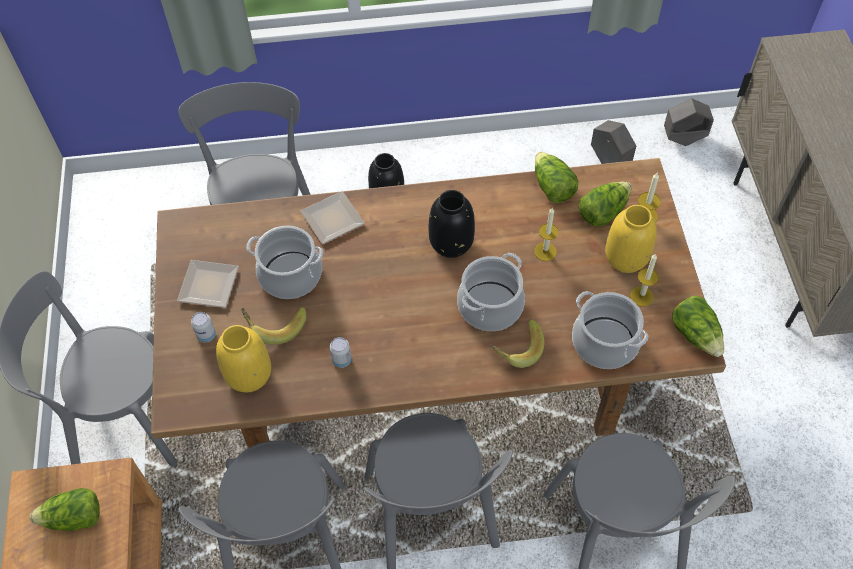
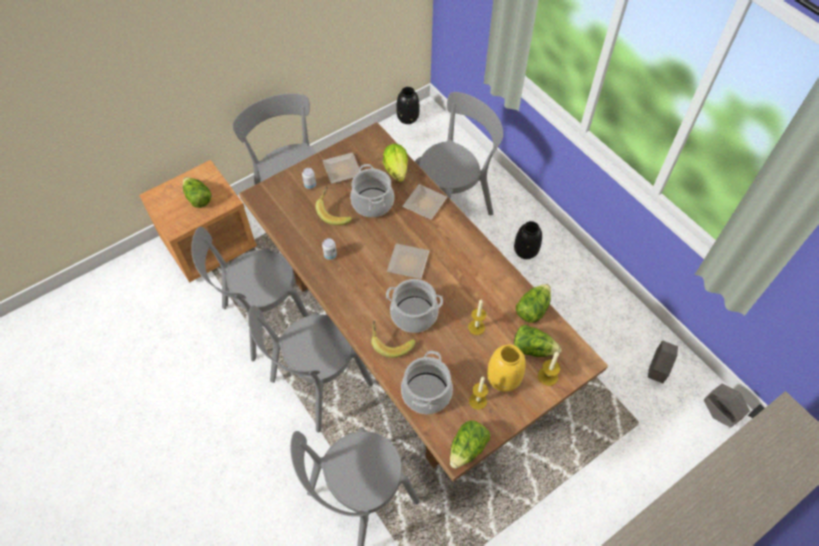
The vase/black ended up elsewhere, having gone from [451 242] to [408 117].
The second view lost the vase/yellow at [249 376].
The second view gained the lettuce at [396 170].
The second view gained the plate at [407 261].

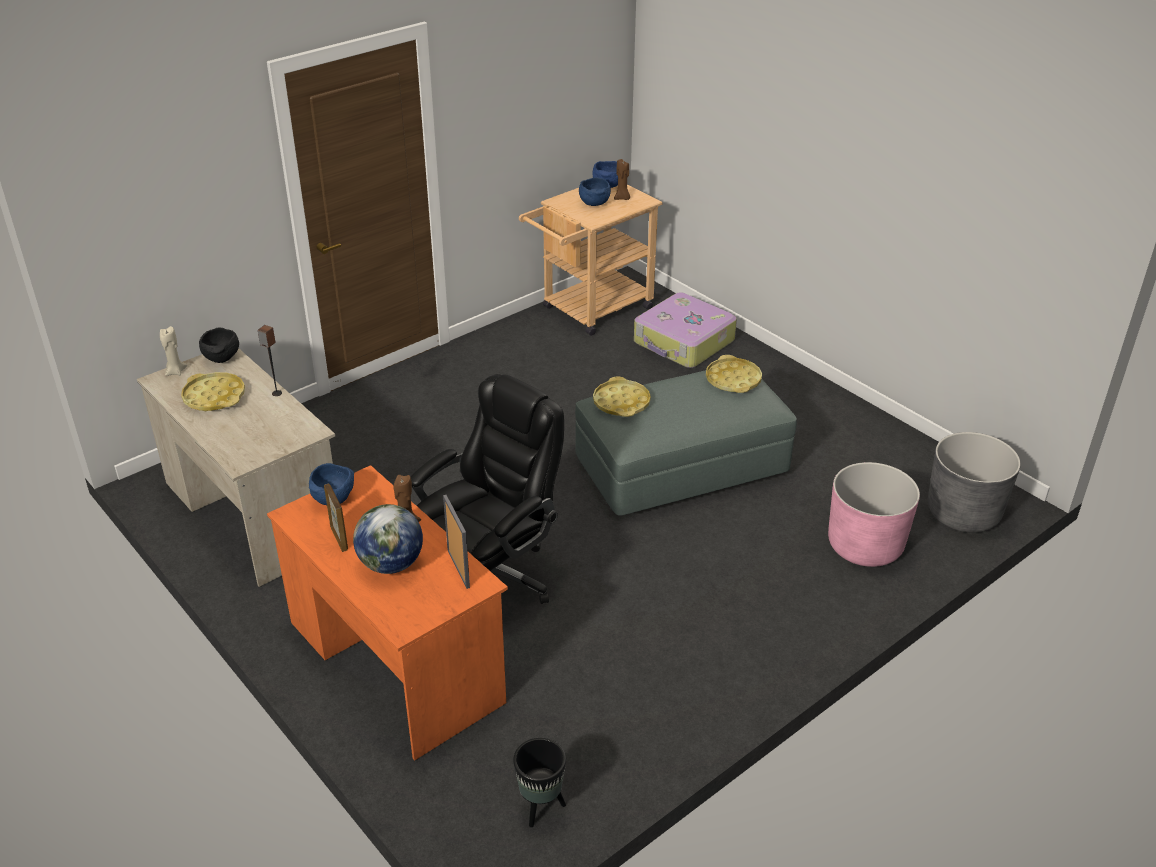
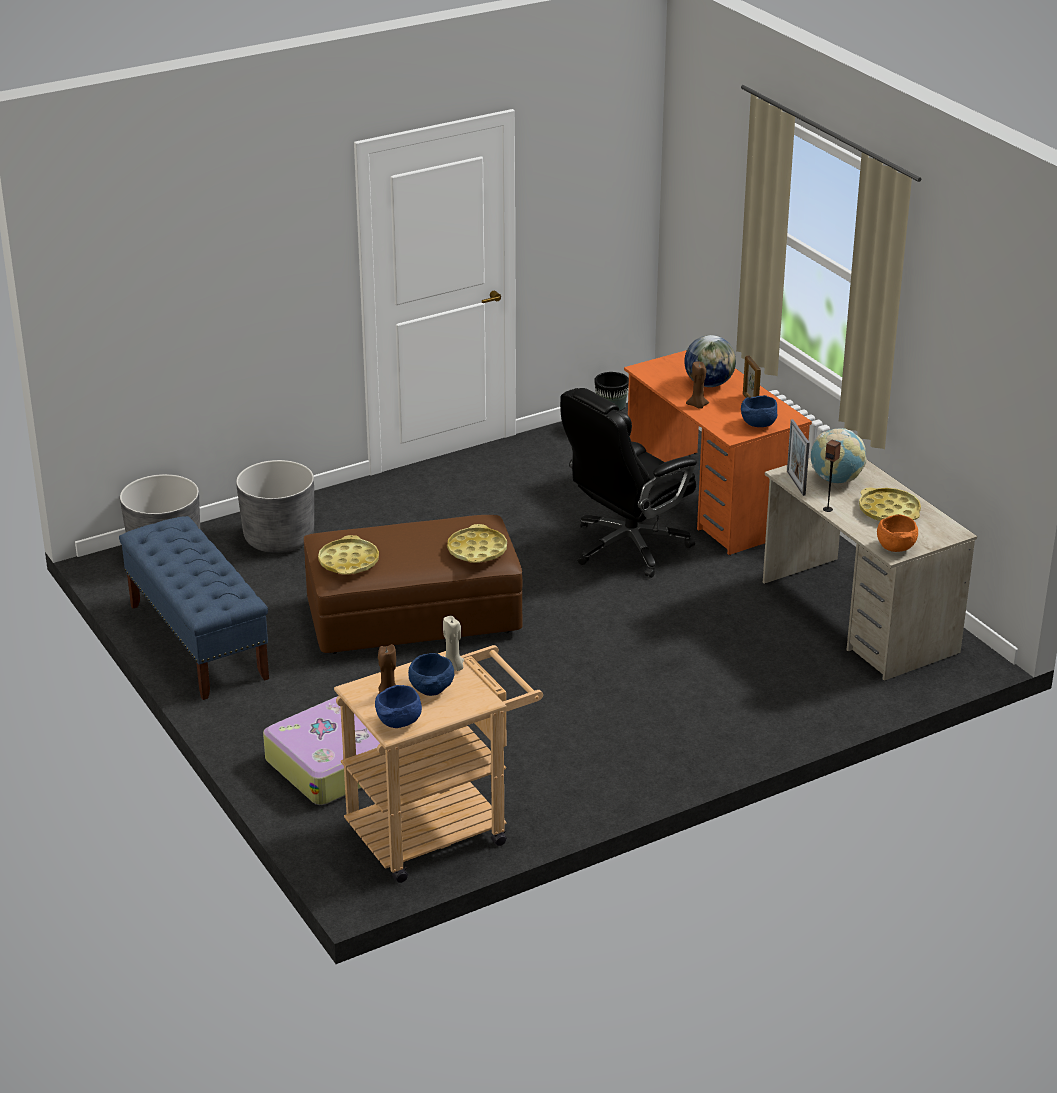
The candle/beige ended up elsewhere, having gone from [175 372] to [453 667].
What was the bowl/black at [222 359] turned into the bowl/orange at [895 547].
What was the ottoman/grey at [681 467] turned into the ottoman/brown at [413 617].
What was the planter/pink at [865 545] turned into the planter/grey at [279 538].
The picture frame ended up elsewhere, having gone from [458 568] to [796 483].
The second view gained the globe at [835 479].
The second view gained the bench/blue at [197 641].

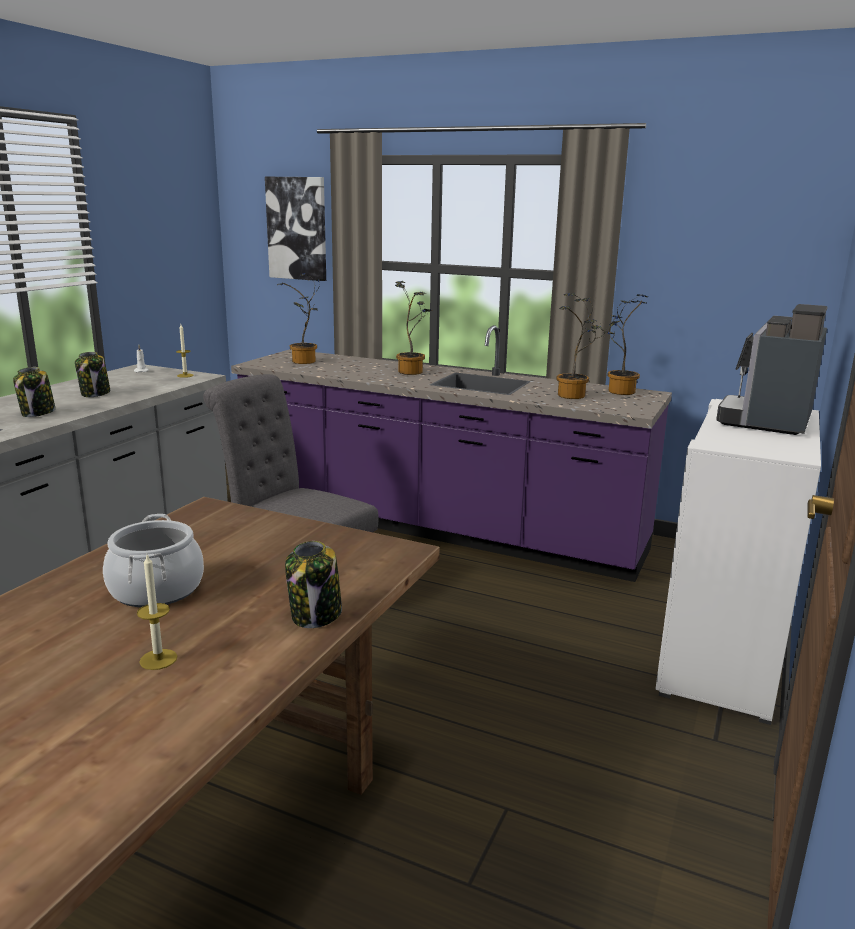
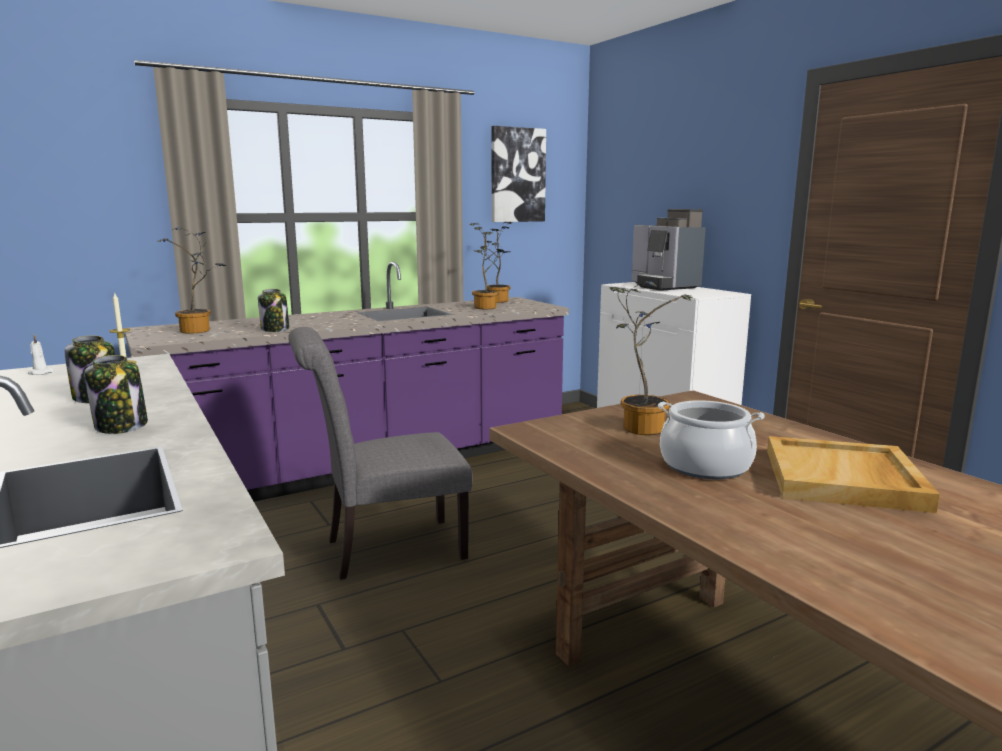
The picture ended up elsewhere, having gone from [297 228] to [517 175].
The potted plant ended up elsewhere, having gone from [413 371] to [641 426].
The jar ended up elsewhere, having gone from [316 615] to [275 329].
Where the candle stood at [158 659], the tray/beige came to stand at [844 479].

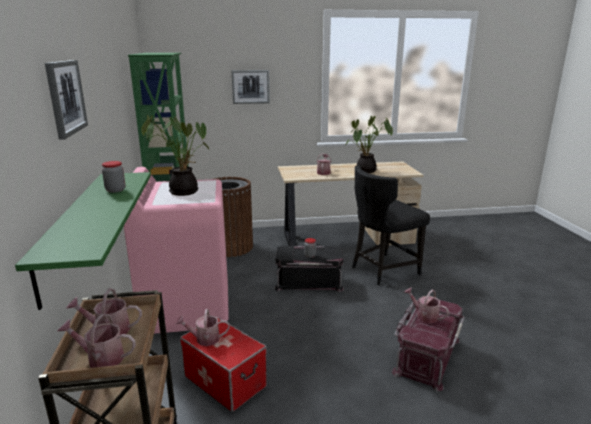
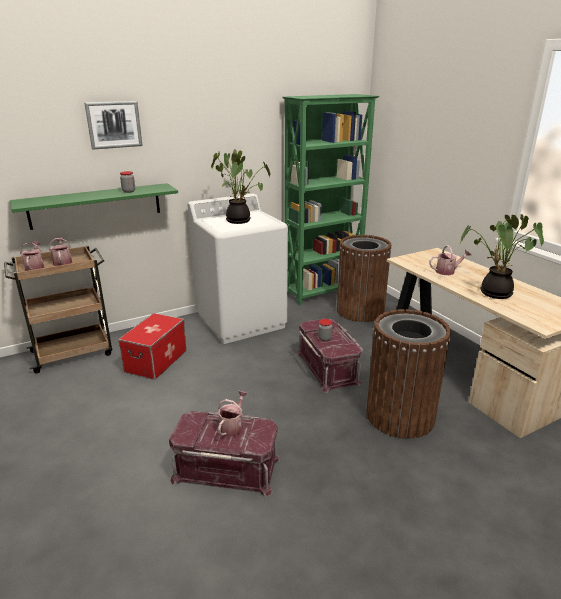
The second view lost the picture at [250 86].
Where the chair/black stood at [382 270], the trash can/brown came to stand at [400 415].
What was the washing machine/pink at [187 307] turned into the washing machine/white at [241 320].
What was the storage box/black at [309 281] turned into the storage box/red at [328 368].
The second view lost the watering can at [204 339].

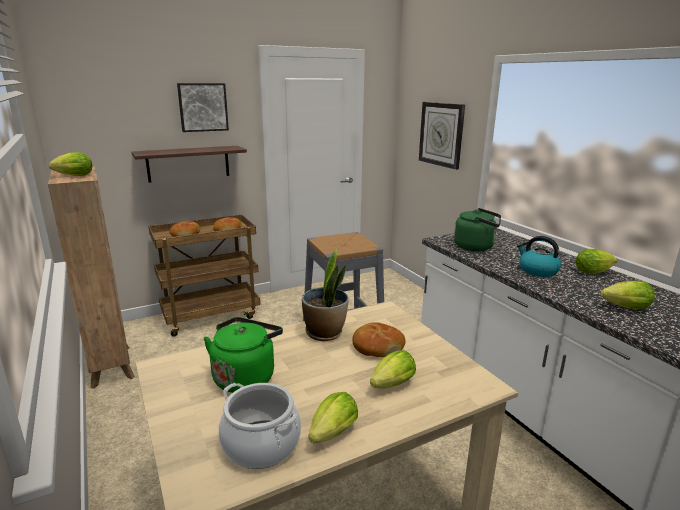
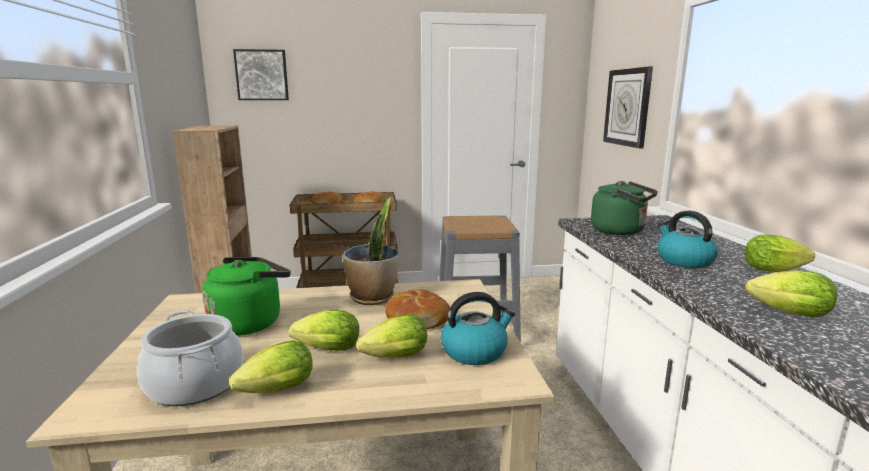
The picture ended up elsewhere, having gone from [203 107] to [262 75].
The second view lost the shelf at [188 163].
The lettuce ended up elsewhere, having gone from [72 176] to [325 350].
The second view gained the kettle at [475 351].

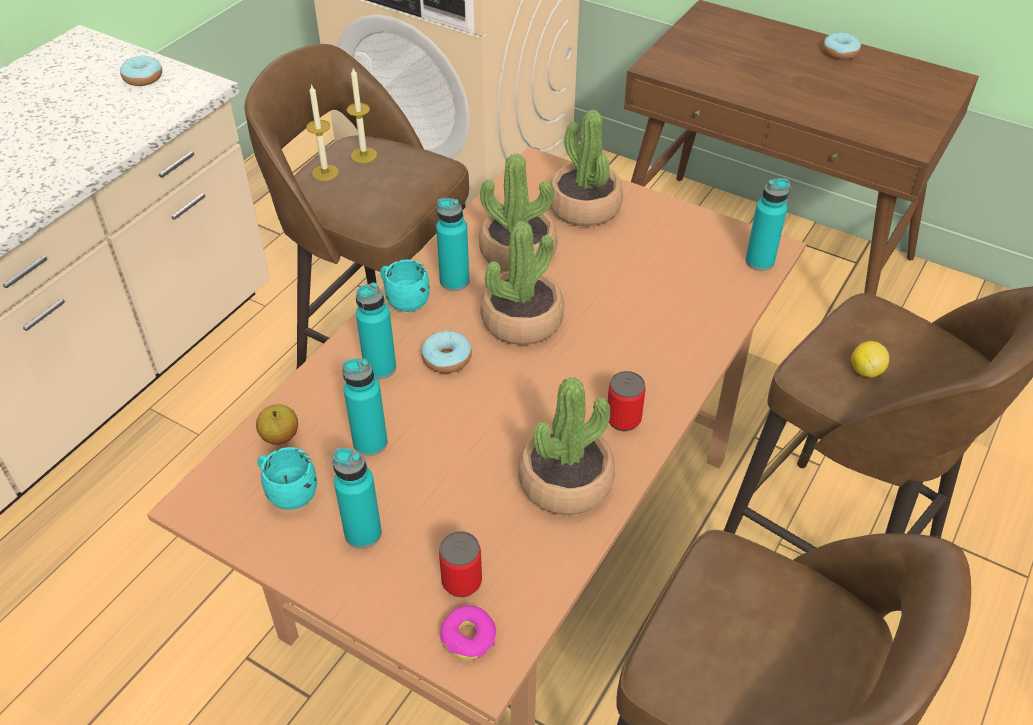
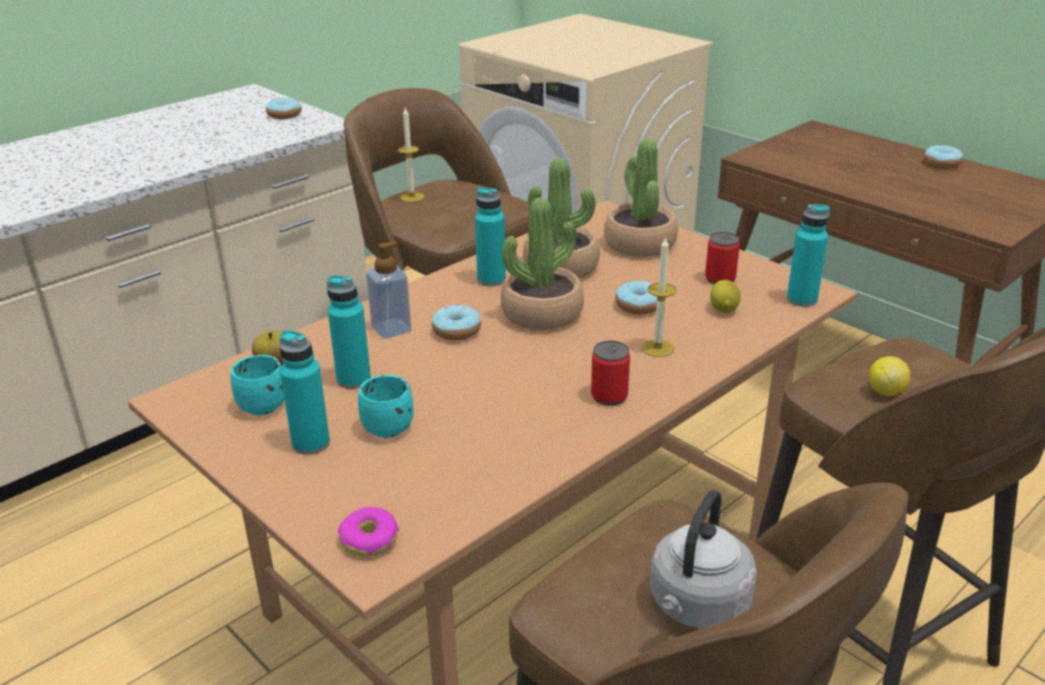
The candle ended up elsewhere, having gone from [364 155] to [657 348].
The mug/turquoise ended up elsewhere, having gone from [403 300] to [384 425].
Where the bottle/turquoise stood at [380 368], the soap dispenser came to stand at [391 329].
The second view lost the potted plant at [565 482].
The can ended up elsewhere, having gone from [461 581] to [720 279].
The second view gained the donut at [638 306].
The second view gained the lemon at [724 309].
The second view gained the kettle/grey at [697 606].

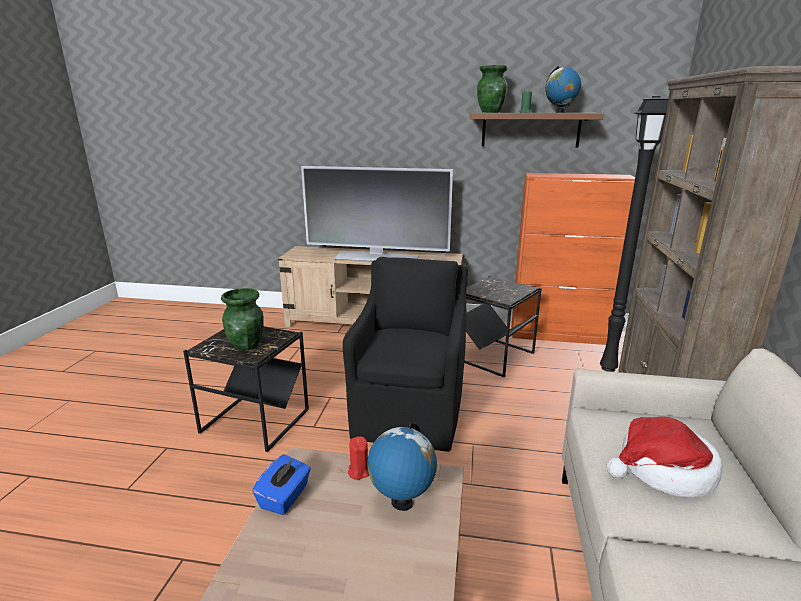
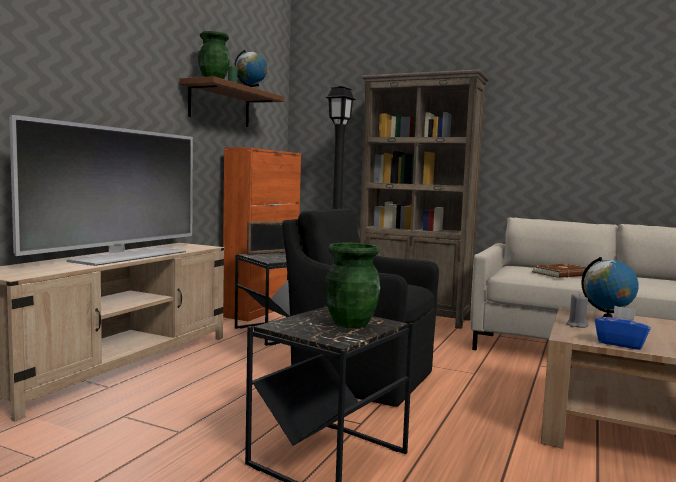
Where the hat stood at [663 470], the book/brown came to stand at [563 274].
What was the candle/red at [358 471] turned into the candle/grey at [576 325].
The second view gained the picture frame at [267 253].

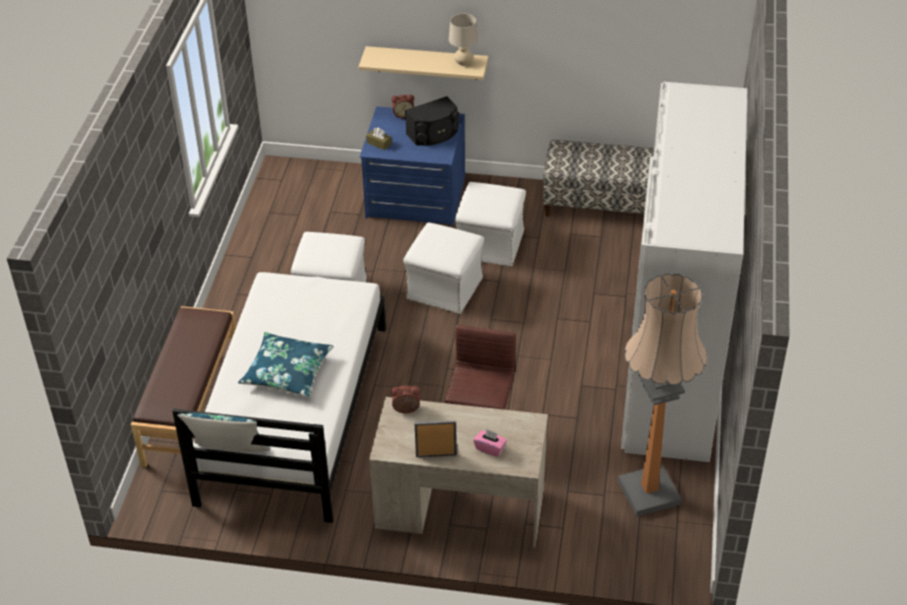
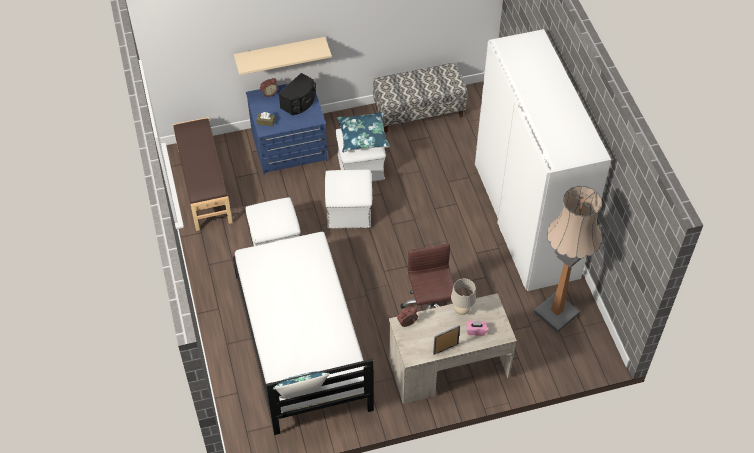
The table lamp/beige ended up elsewhere, having gone from [463 63] to [462 310].
The bench/brown ended up elsewhere, having gone from [191 408] to [204 185].
The pillow/blue ended up elsewhere, having gone from [287 372] to [363 136].

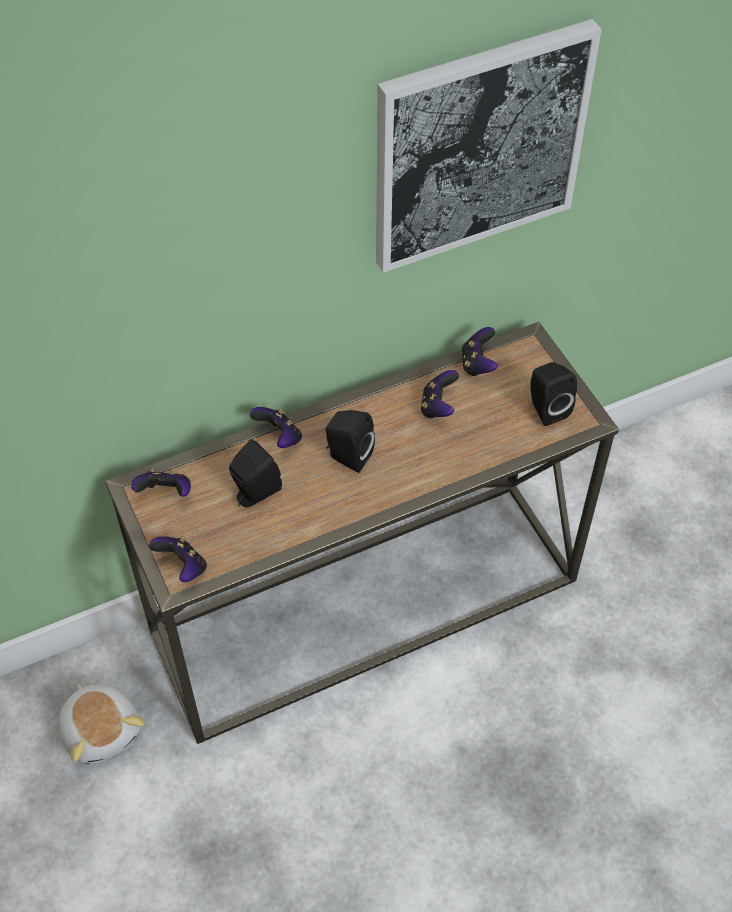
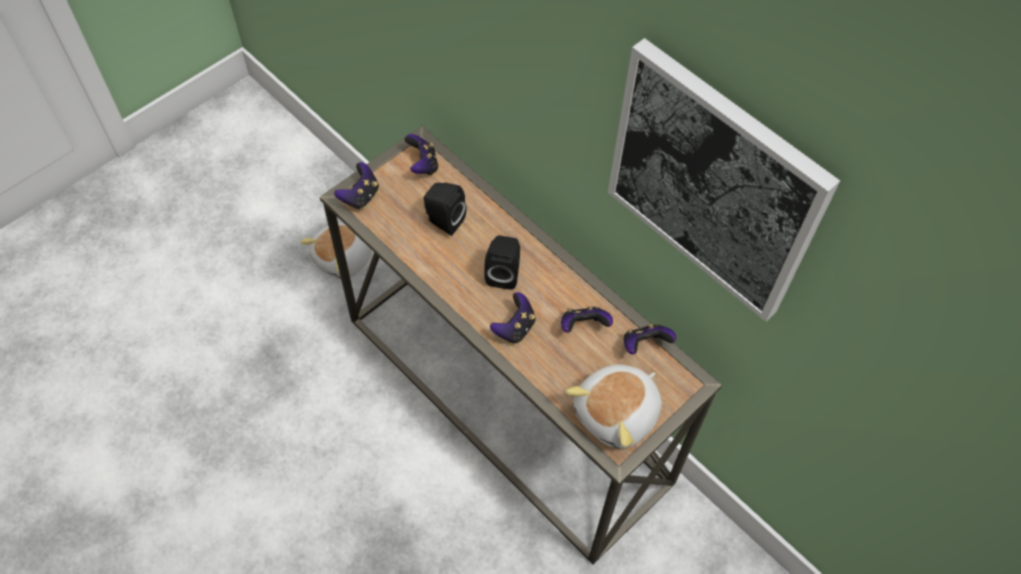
Where the speaker/black stood at [546 408], the plush toy came to stand at [618 414].
The game controller ended up elsewhere, having gone from [279 437] to [514 328].

